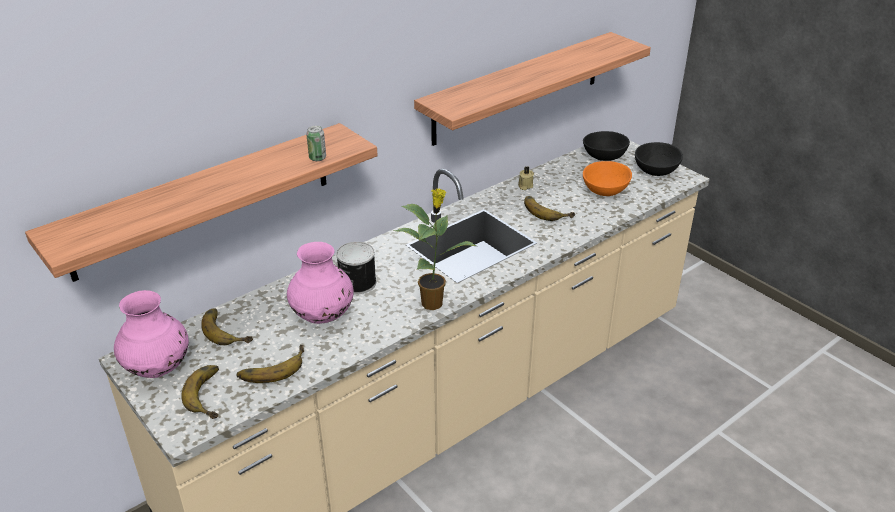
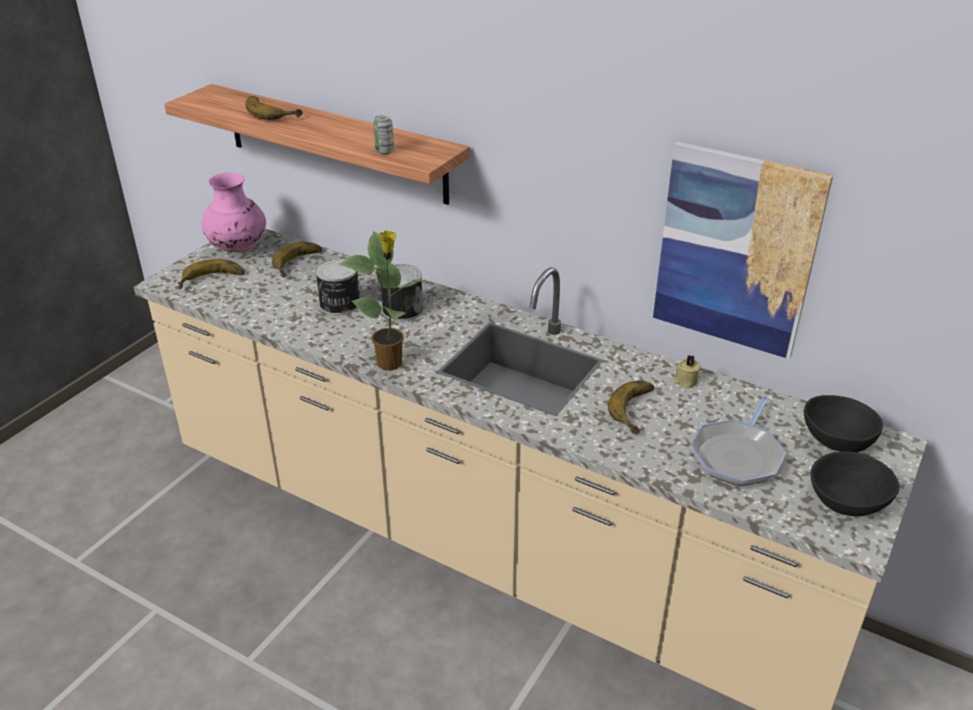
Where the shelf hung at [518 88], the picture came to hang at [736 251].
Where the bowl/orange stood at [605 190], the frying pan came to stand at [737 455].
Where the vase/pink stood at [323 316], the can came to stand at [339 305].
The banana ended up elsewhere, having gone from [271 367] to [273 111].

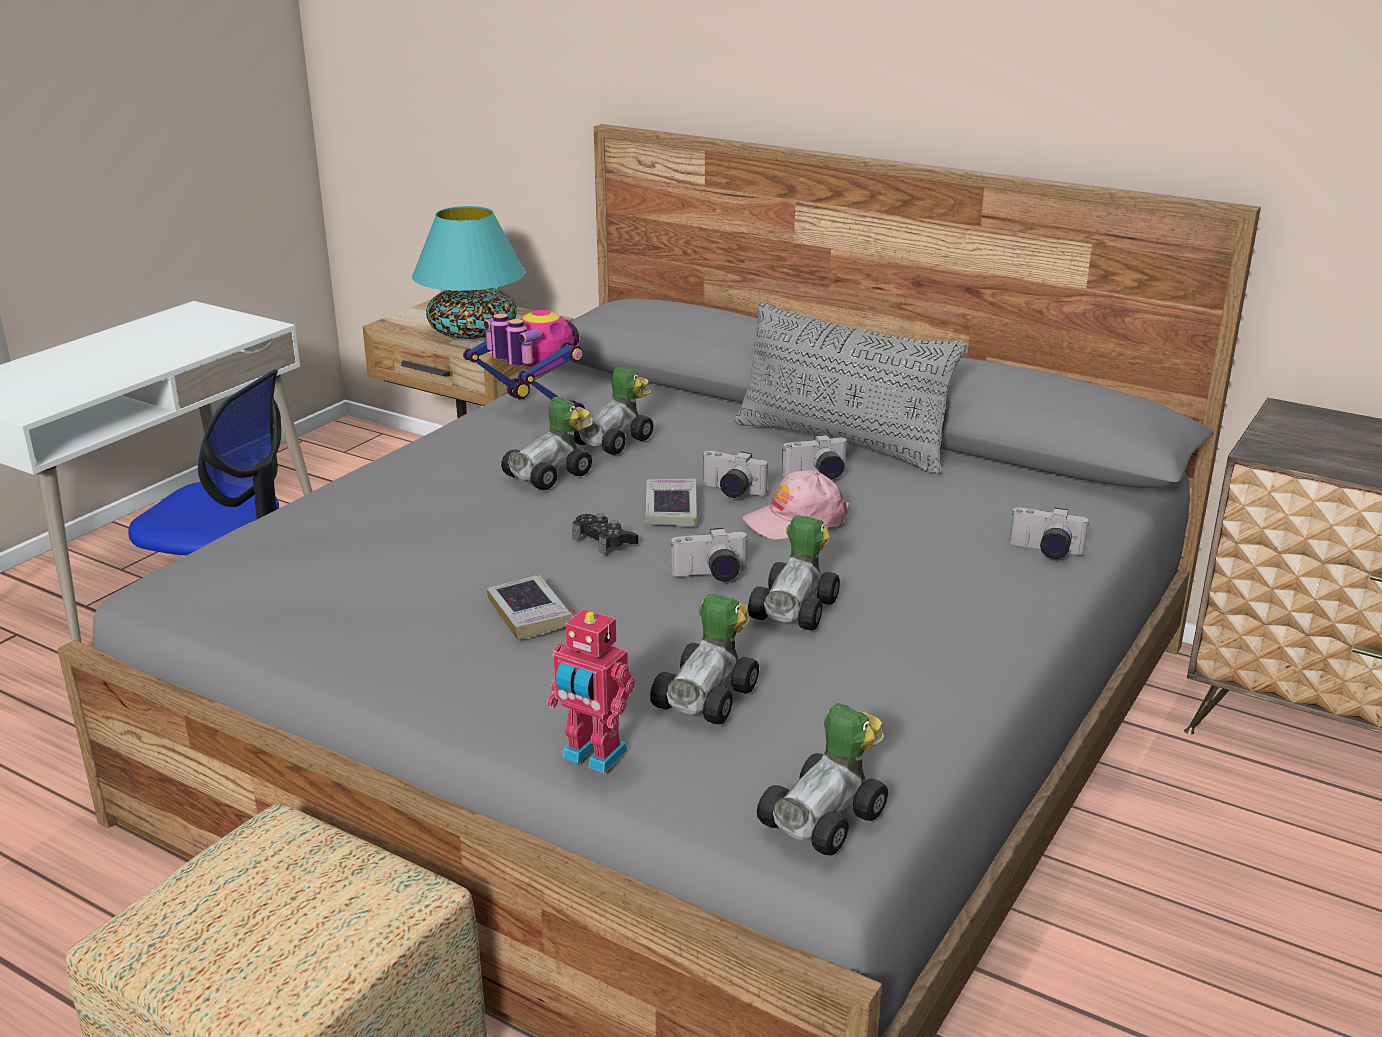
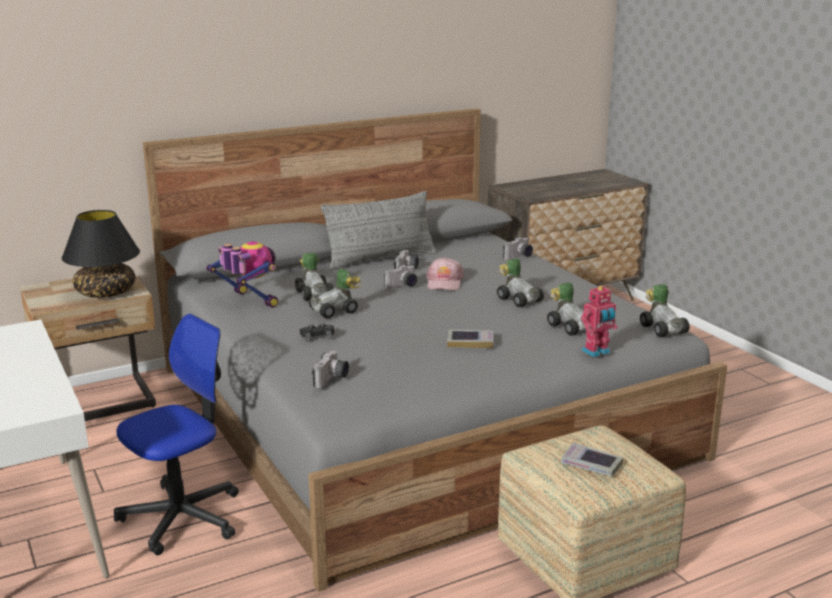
What was the table lamp/turquoise at [473 332] turned into the table lamp/black at [106 292].
The toy robot at [534 412] ended up facing another way, 60 degrees clockwise from before.
The toy car at [553 474] ended up facing another way, 75 degrees clockwise from before.
The book ended up elsewhere, having gone from [670 509] to [591 464].
The game controller/black ended up elsewhere, having gone from [604 541] to [317 336].
The photo camera ended up elsewhere, having gone from [711 575] to [332 379].

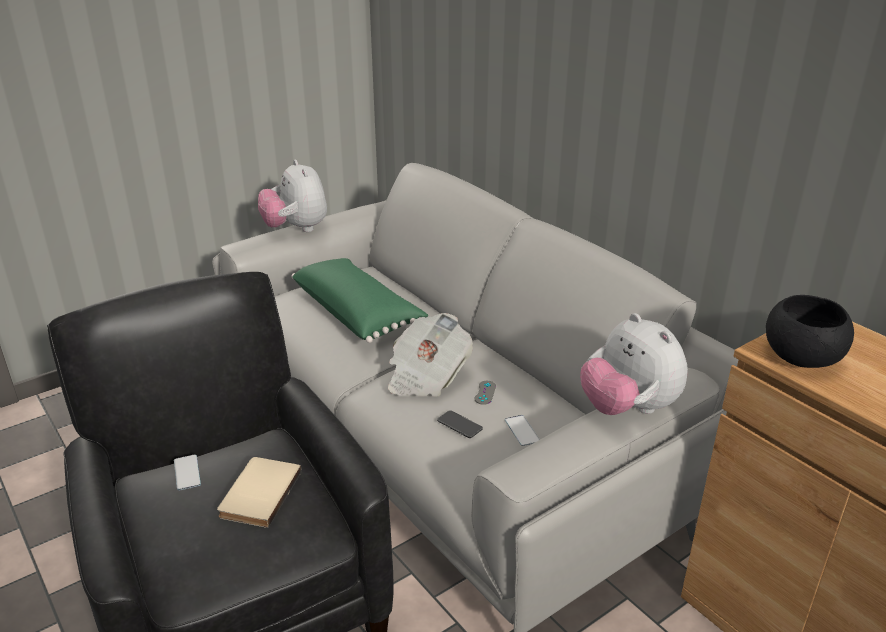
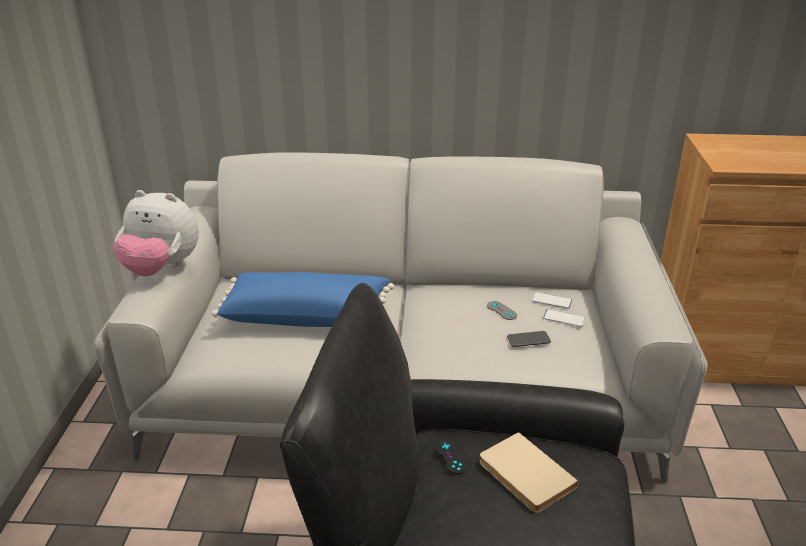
What was the pillow/green at [358 314] turned into the pillow/blue at [307 315].
The second view lost the bowl/black at [801 357].
The second view lost the newspaper at [426 376].
The second view lost the plush toy at [628 408].
The phone ended up elsewhere, having gone from [187 472] to [551 300].
The second view gained the game controller/black at [451 457].

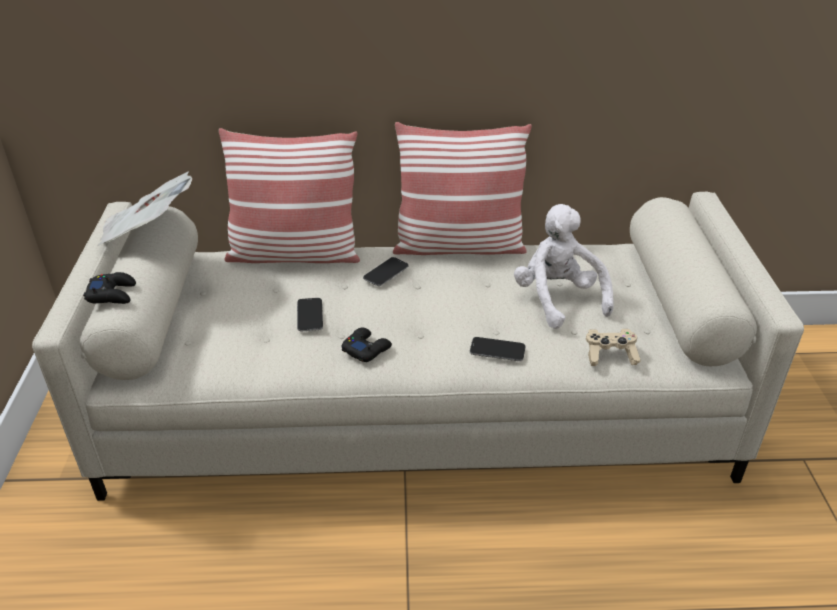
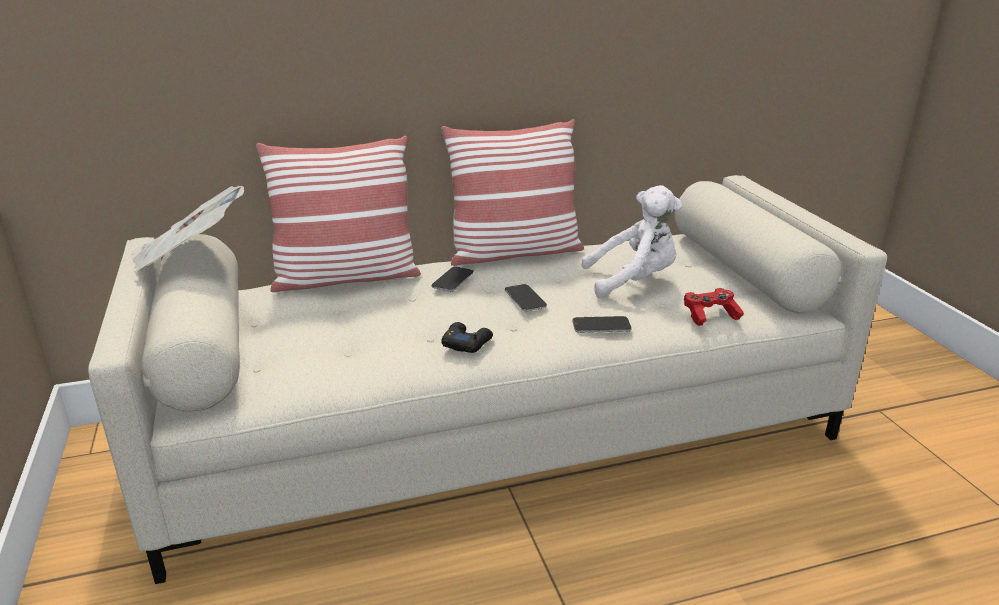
The plush toy/white at [557 299] ended up facing another way, 120 degrees clockwise from before.
The second view lost the game controller/black at [112 294].
The phone ended up elsewhere, having gone from [310 315] to [525 299].
What was the game controller/beige at [610 355] turned into the game controller/red at [710 315].

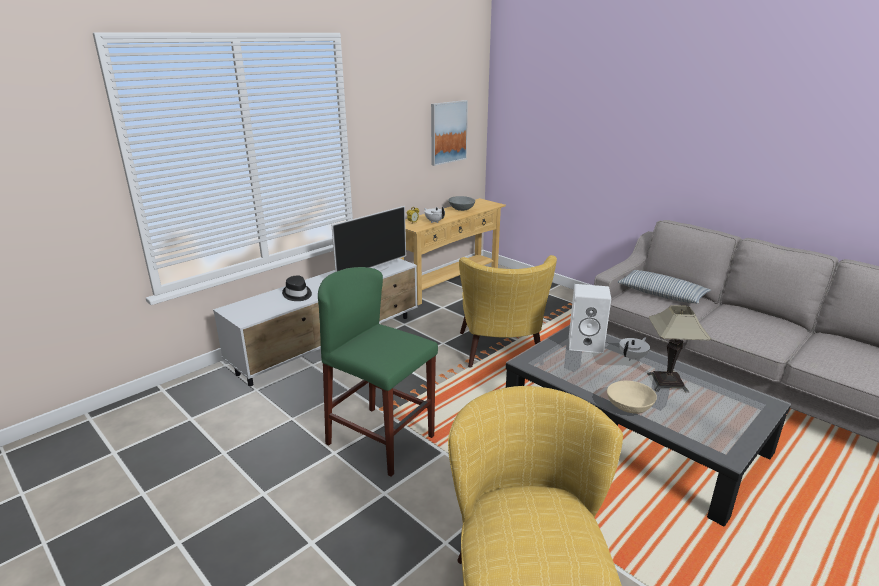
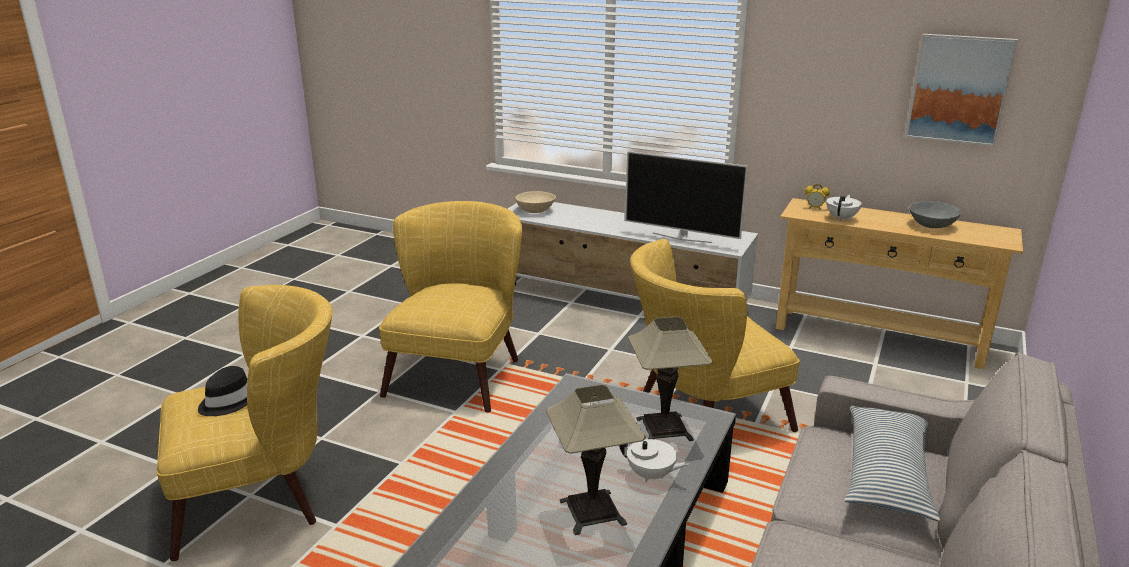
Where the stool/green stood at [380 440], the armchair/yellow came to stand at [459 370].
The hat/black ended up elsewhere, having gone from [297 294] to [227 400].
Where the speaker/white stood at [586 344], the table lamp came to stand at [664 429].
The bowl/beige ended up elsewhere, having gone from [629 406] to [536 210].

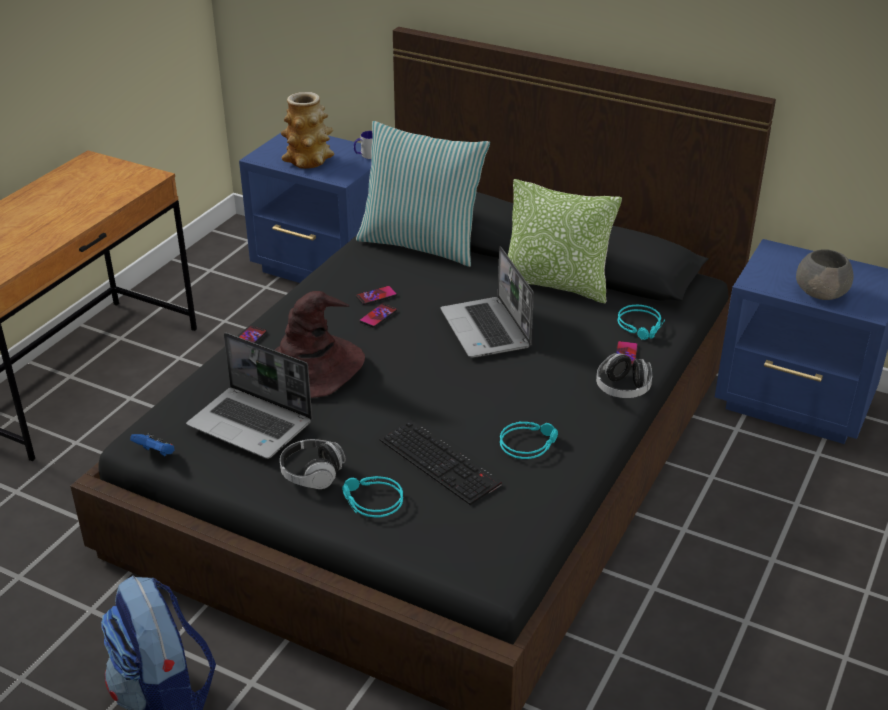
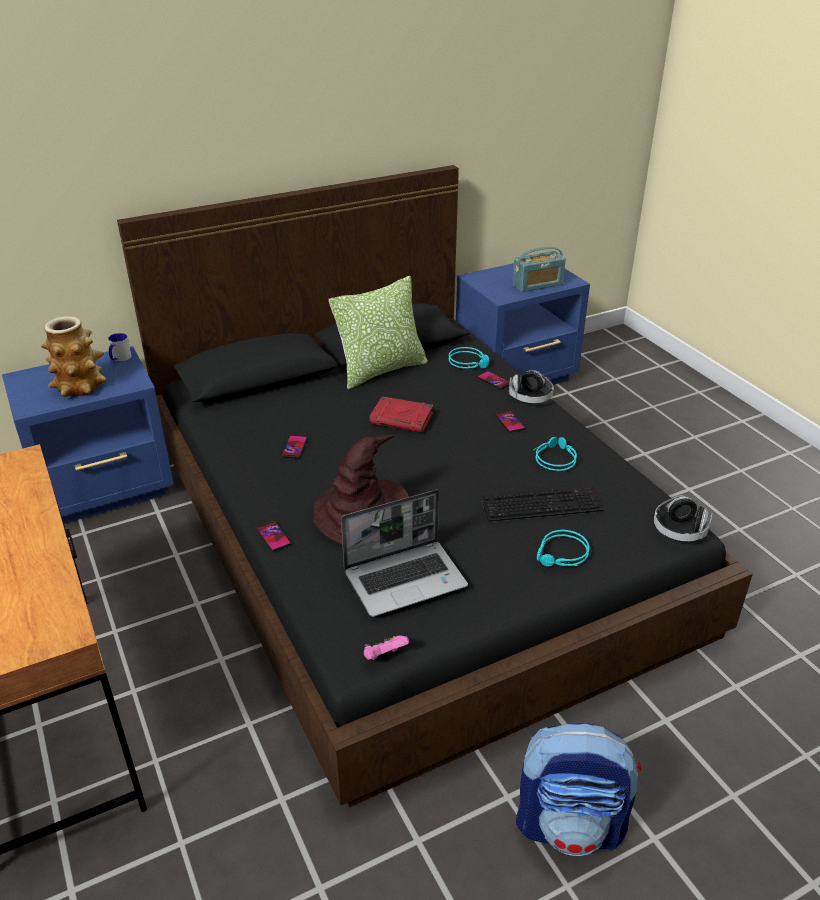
The second view lost the pillow at [421 244].
Where the laptop stood at [487 330], the book/red came to stand at [402 419].
Where the bowl/grey stood at [821 293], the radio came to stand at [537 285].
The phone ended up elsewhere, having gone from [378 316] to [509 422].
What was the game controller/blue at [155 453] turned into the game controller/pink at [384 656].
The headphones ended up elsewhere, having gone from [312 474] to [679 531].

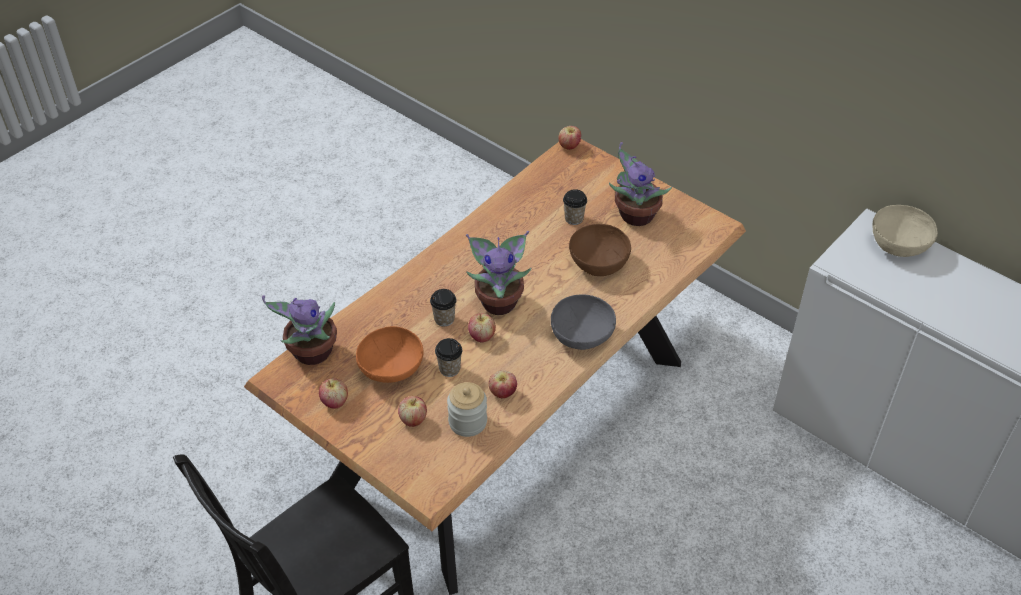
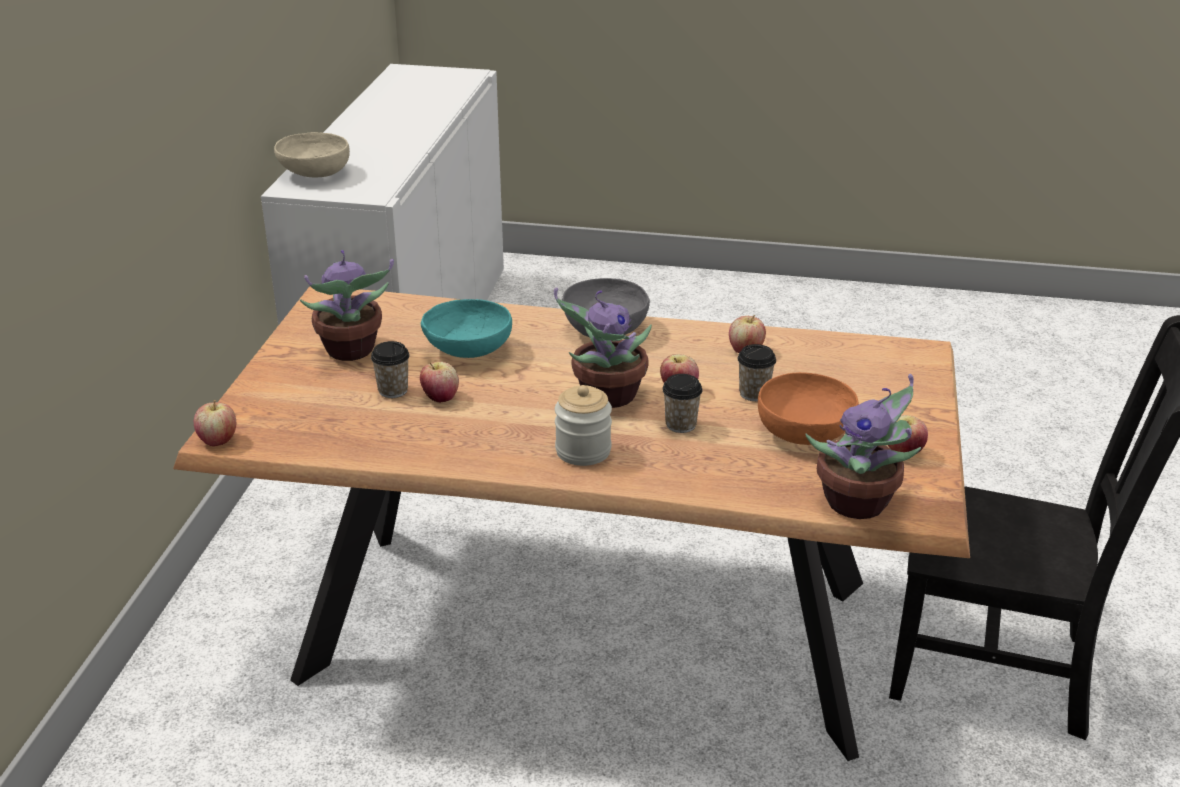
What was the bowl/brown at [598 263] turned into the bowl/turquoise at [467 351].
The jar ended up elsewhere, having gone from [467 422] to [583 451].
The apple ended up elsewhere, having gone from [413 420] to [440 398].

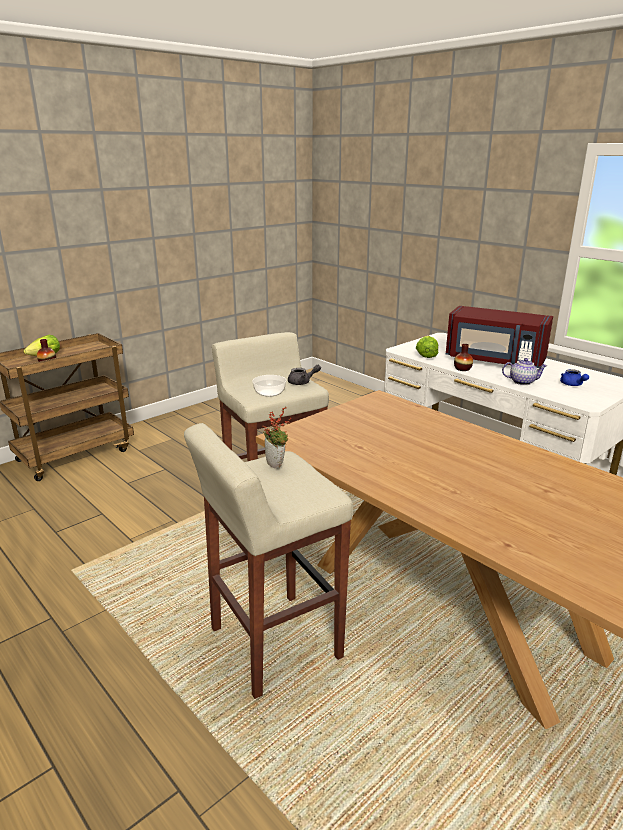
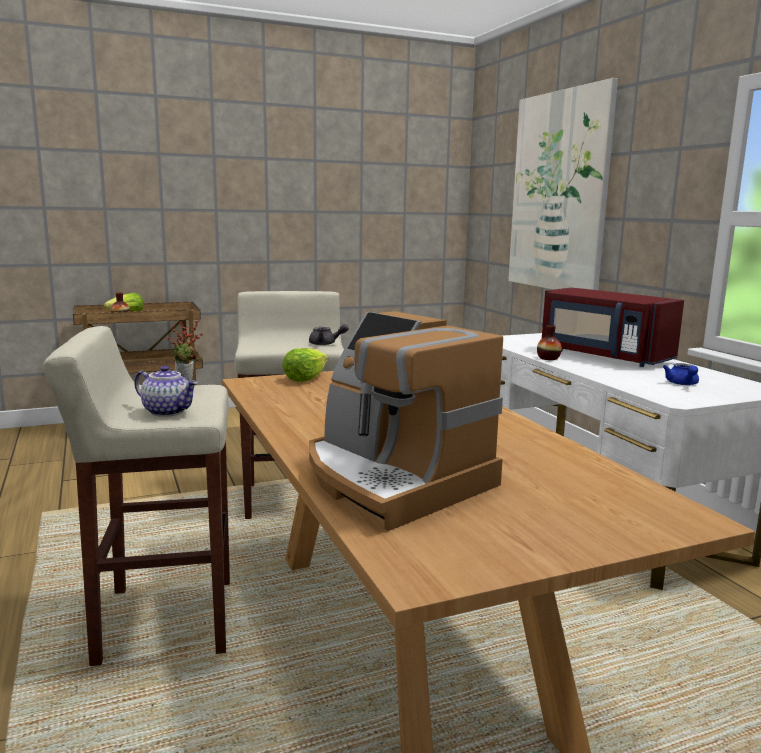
The lettuce ended up elsewhere, having gone from [426 355] to [305 378].
The teapot ended up elsewhere, having gone from [522 382] to [168 411].
The second view lost the bowl at [269 393].
The second view gained the picture at [558 192].
The second view gained the coffee machine at [393 480].

